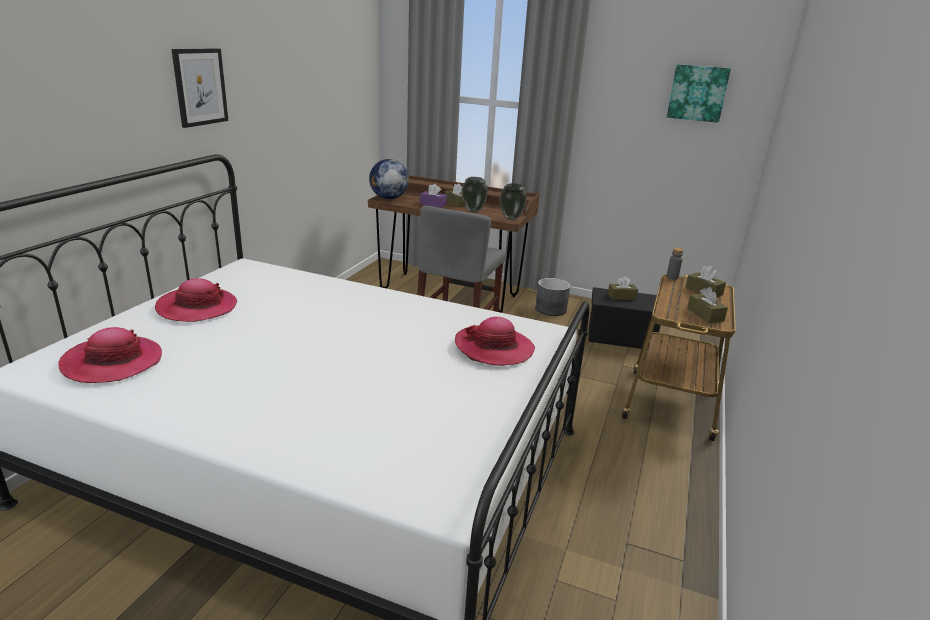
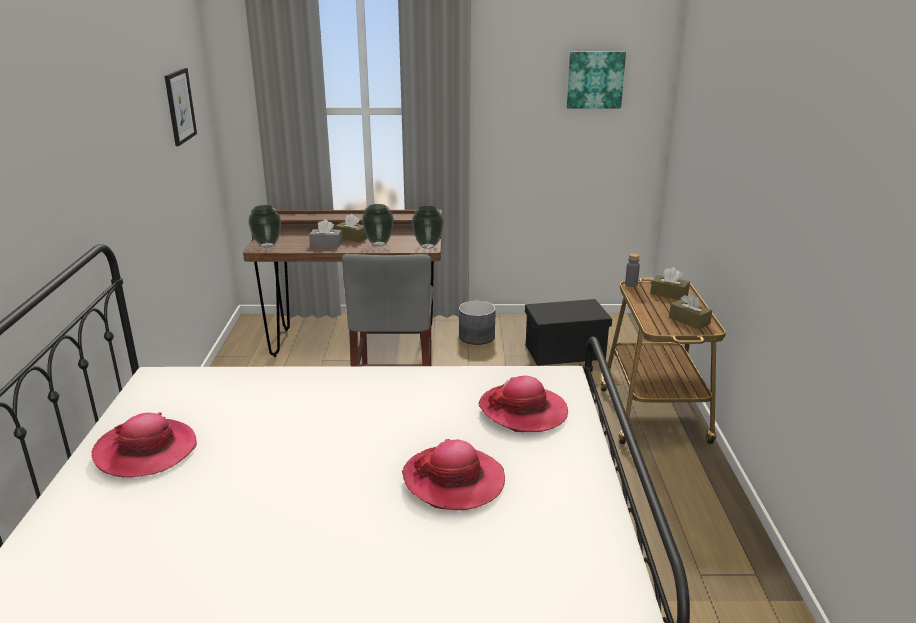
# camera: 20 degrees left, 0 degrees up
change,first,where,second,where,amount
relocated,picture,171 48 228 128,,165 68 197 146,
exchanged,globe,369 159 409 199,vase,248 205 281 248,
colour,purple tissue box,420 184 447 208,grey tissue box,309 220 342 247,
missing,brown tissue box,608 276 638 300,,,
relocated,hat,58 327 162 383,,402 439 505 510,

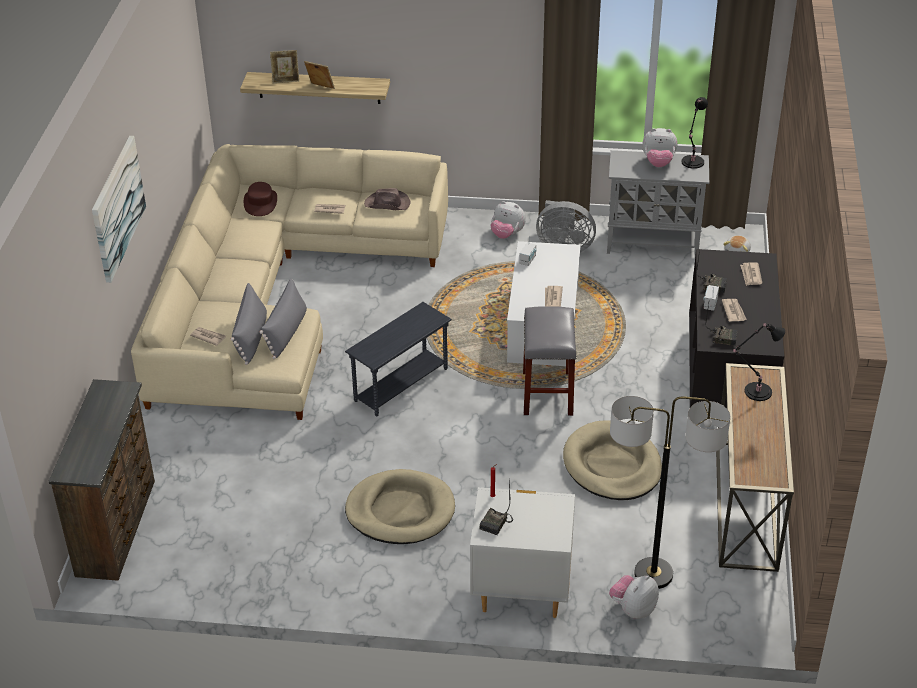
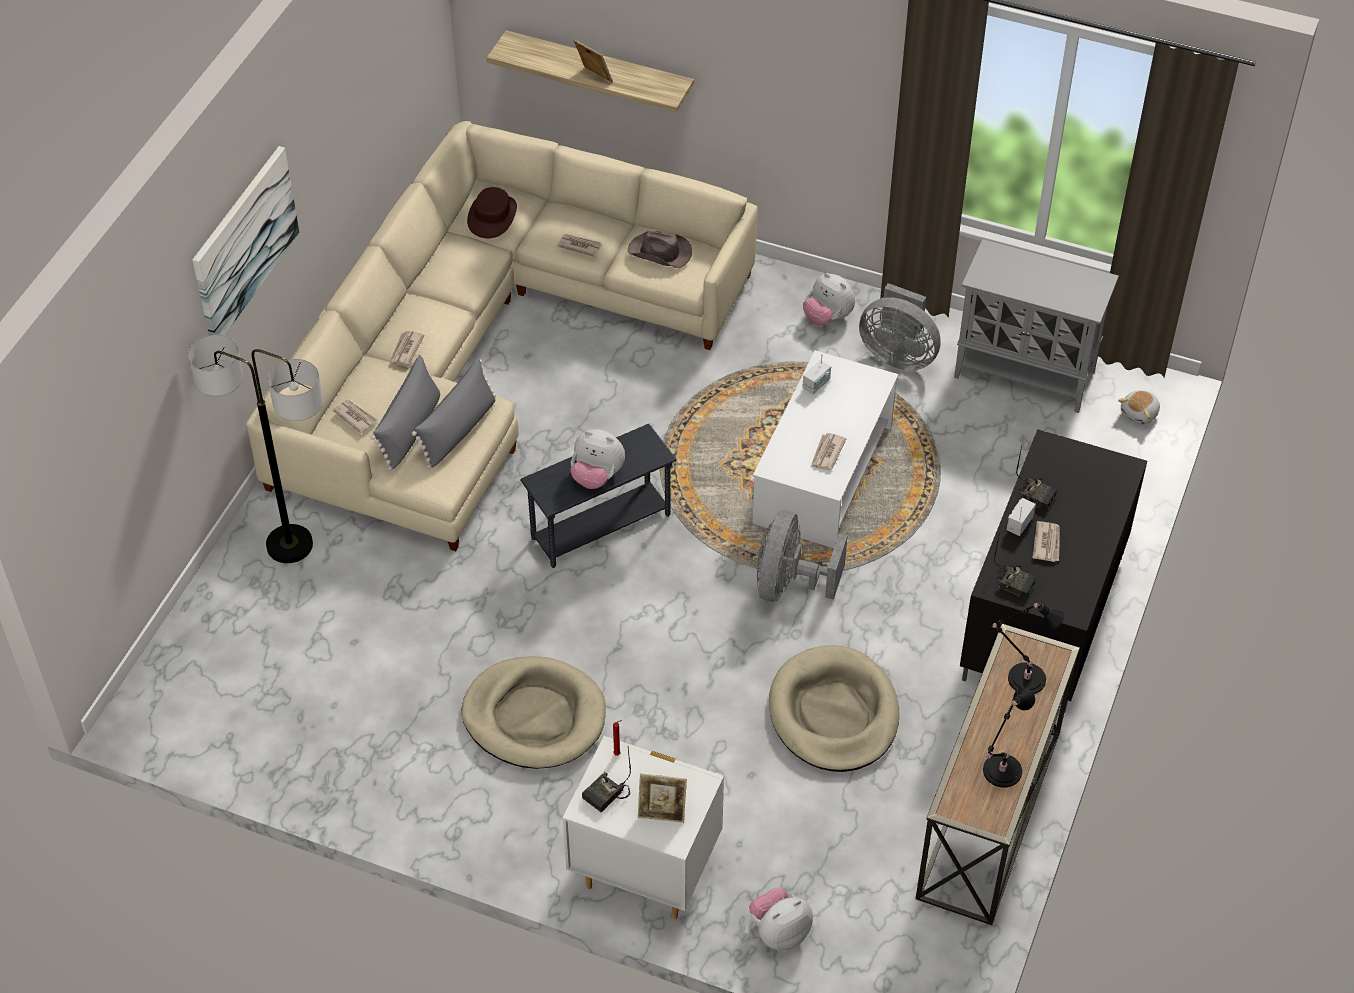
# camera: 15 degrees right, 10 degrees up
change,first,where,second,where,amount
relocated,picture frame,270 50 299 83,,638 774 687 823,
relocated,black table lamp,681 97 708 169,,983 688 1035 787,
relocated,plush toy,642 128 677 167,,571 429 625 489,
relocated,newspaper,740 263 762 286,,389 331 424 365,
exchanged,grey stool,523 306 576 416,grey fan,757 510 848 602,
missing,brown dresser,49 379 155 581,,,
relocated,floor lamp,610 396 731 589,,188 335 323 563,

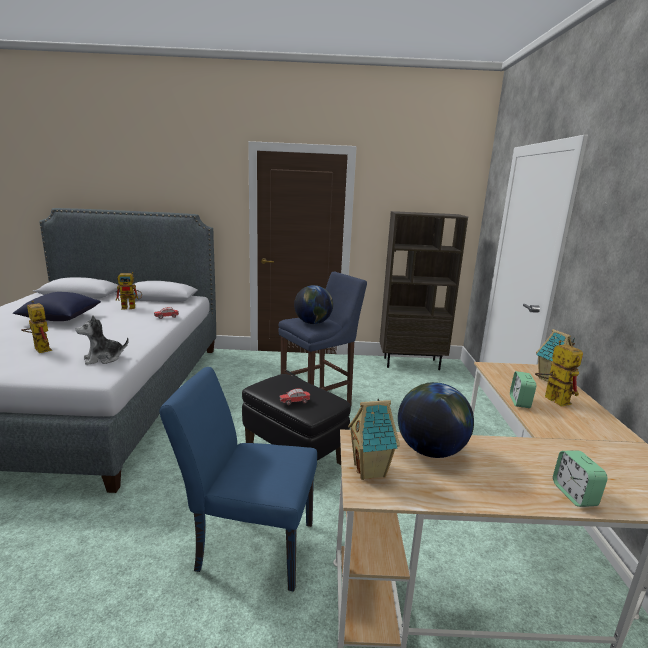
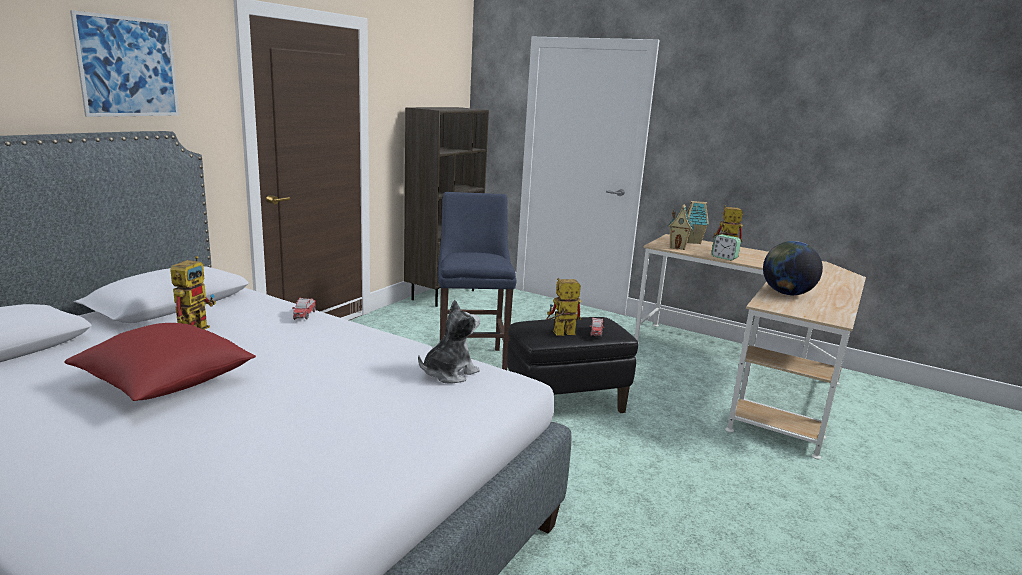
# camera: 60 degrees left, 0 degrees up
change,first,where,second,where,amount
missing,globe,294 285 333 324,,,
colour,blue pillow,13 292 101 321,red pillow,64 323 256 401,
relocated,toy robot,21 301 52 353,,546 278 581 336,
spun,plush toy,76 315 129 365,,418 300 480 384,135 degrees counterclockwise
missing,blue chair,159 367 317 592,,,
relocated,toy house,348 399 400 480,,668 204 694 250,
missing,alarm clock,553 451 608 507,,,
appeared,,,picture,70 10 179 117,

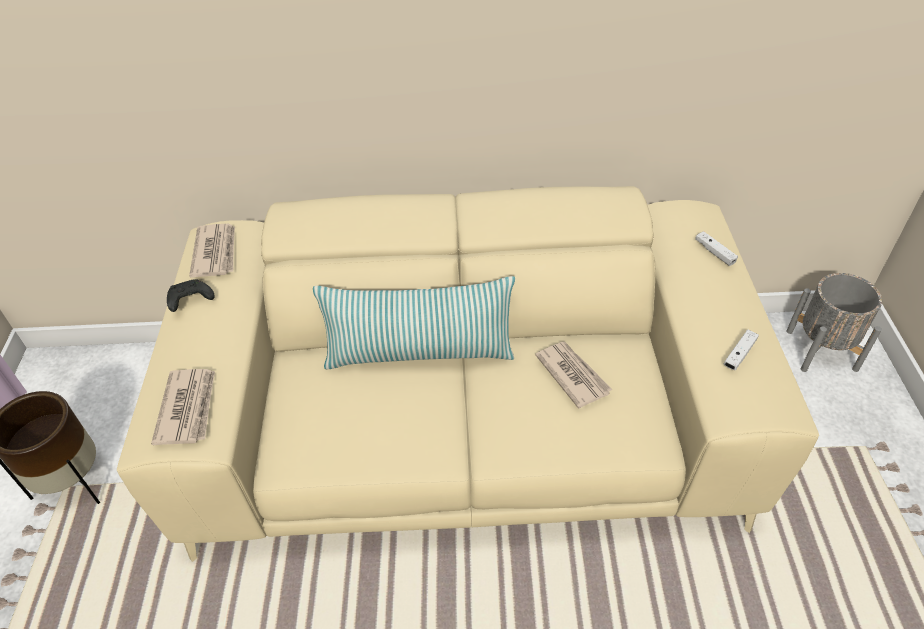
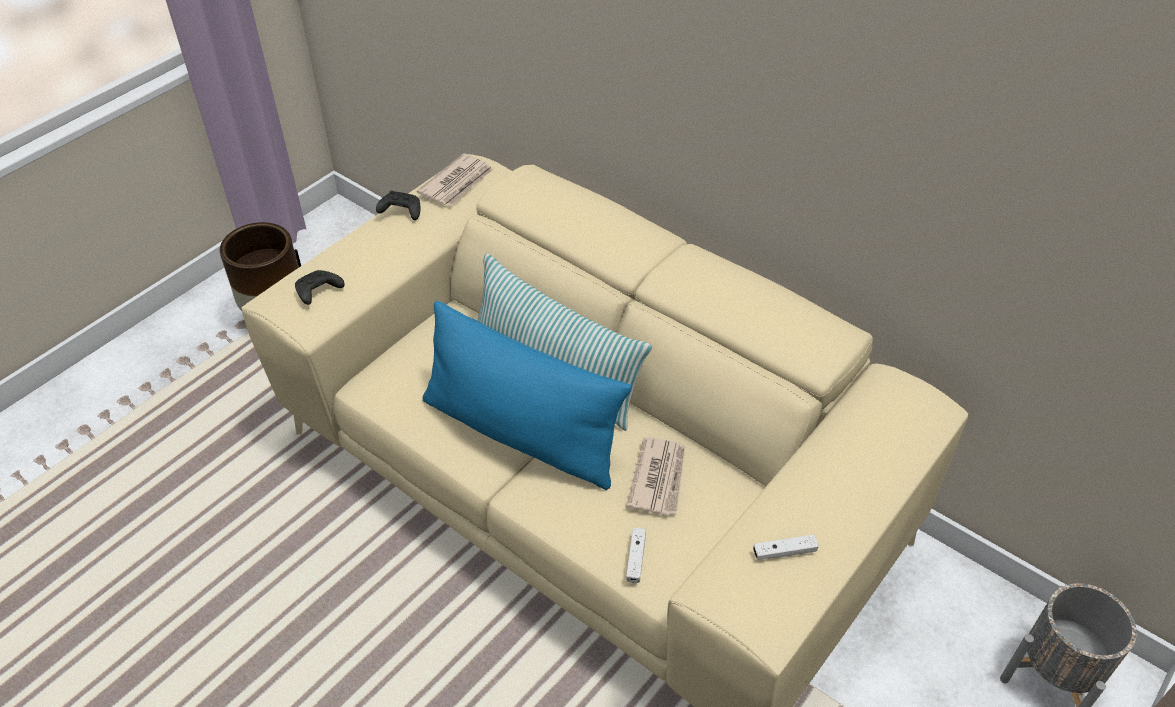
# camera: 40 degrees right, 0 degrees up
change,first,where,second,where,amount
relocated,white game controller,695 231 738 266,,626 528 646 583,
exchanged,newspaper,151 369 215 445,black game controller,295 270 345 305,
appeared,,,blue pillow,423 301 632 490,

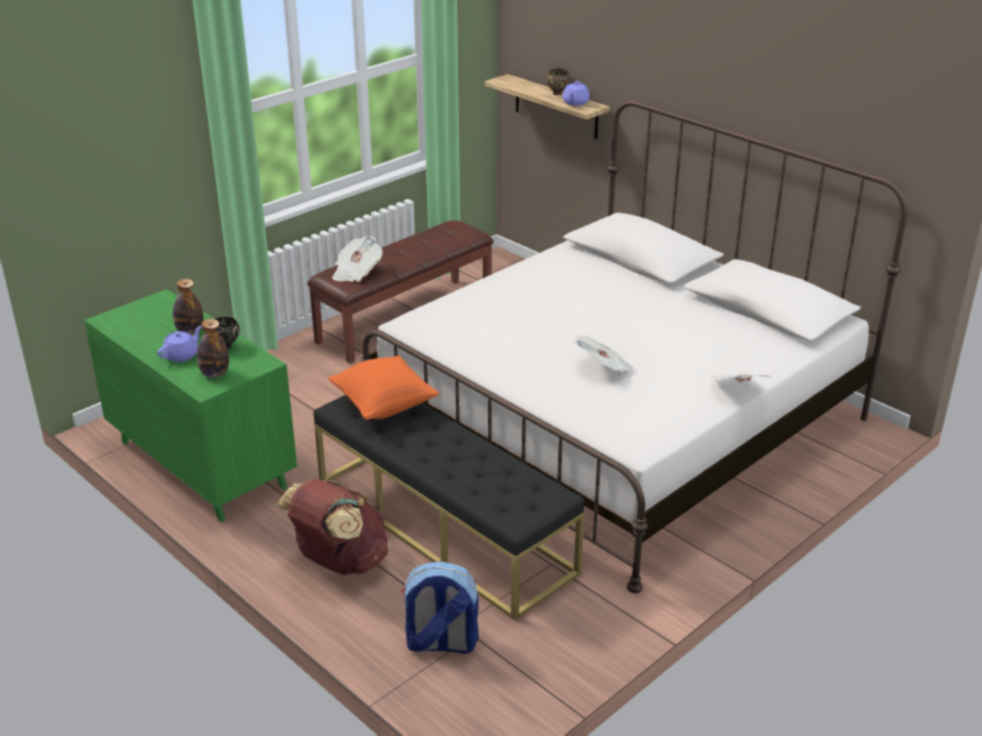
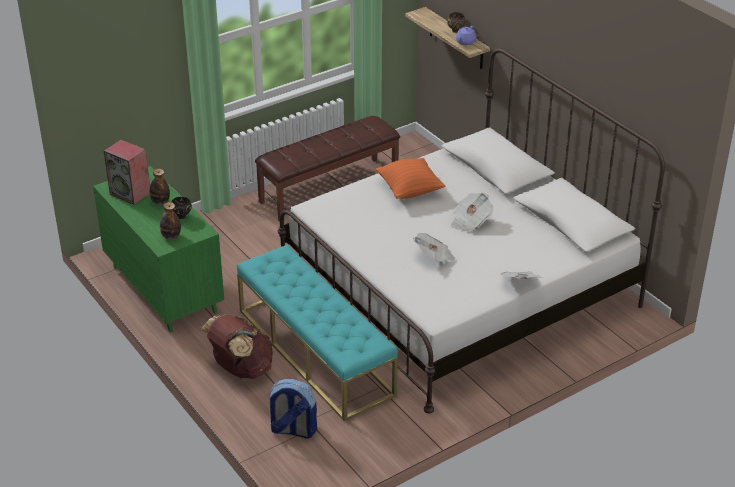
# camera: 10 degrees right, 5 degrees up
change,first,where,second,where,amount
relocated,newspaper,332 236 383 282,,451 193 493 232,
missing,purple teapot,158 326 202 362,,,
relocated,orange pillow,328 356 439 420,,376 158 445 199,
colour,black bench,314 395 585 620,turquoise bench,237 245 398 421,
appeared,,,speaker,104 140 150 205,

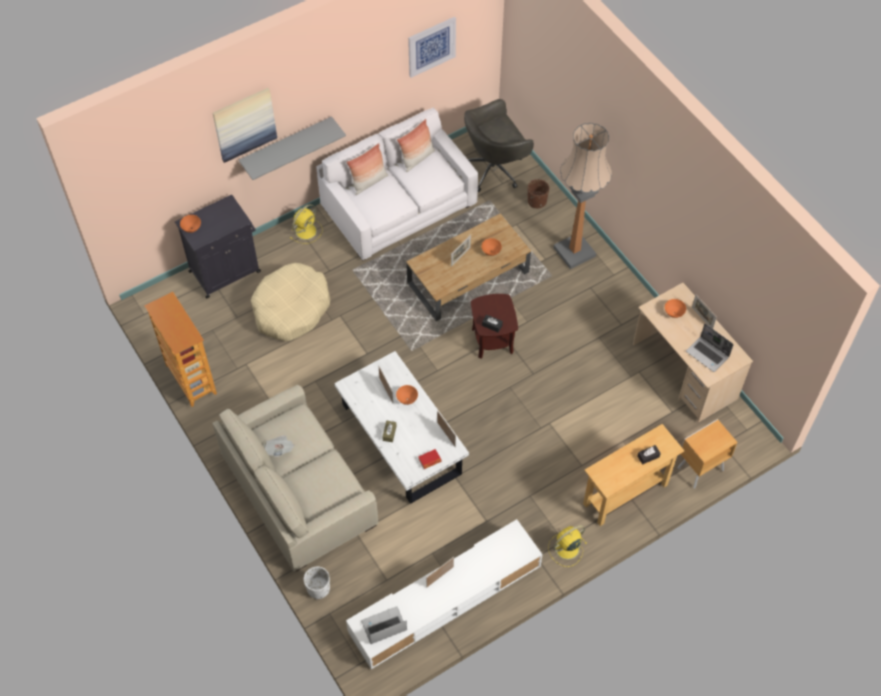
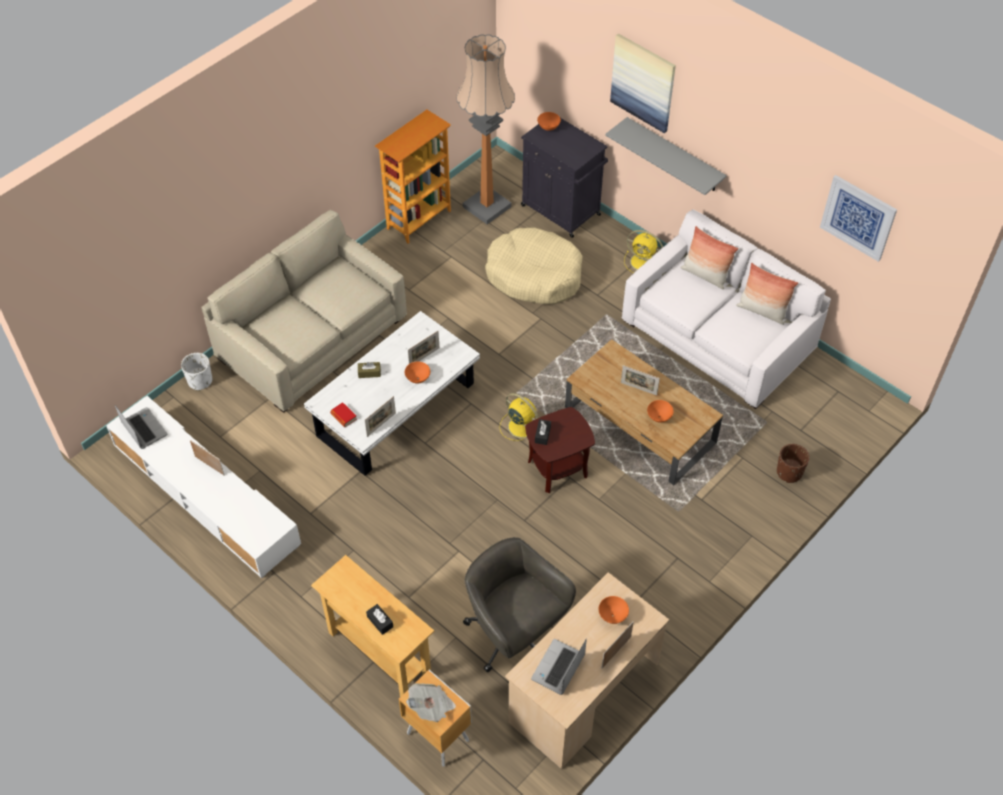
# camera: 75 degrees right, 5 degrees down
change,first,where,second,where,amount
relocated,grey office chair,464 99 534 192,,463 537 576 672,
relocated,floor lamp,553 123 612 269,,456 34 515 224,
relocated,newspaper,264 435 295 457,,406 683 456 722,
relocated,yellow fan,548 525 587 567,,499 393 539 441,

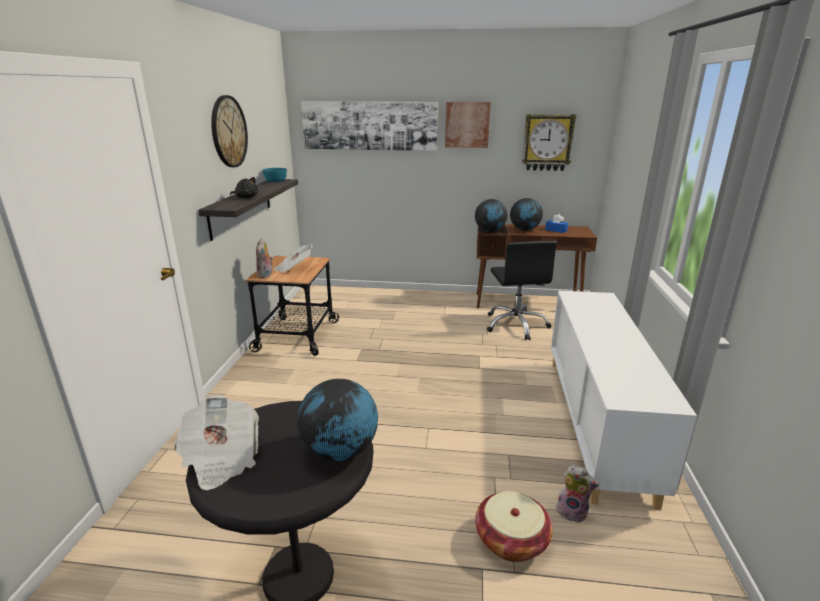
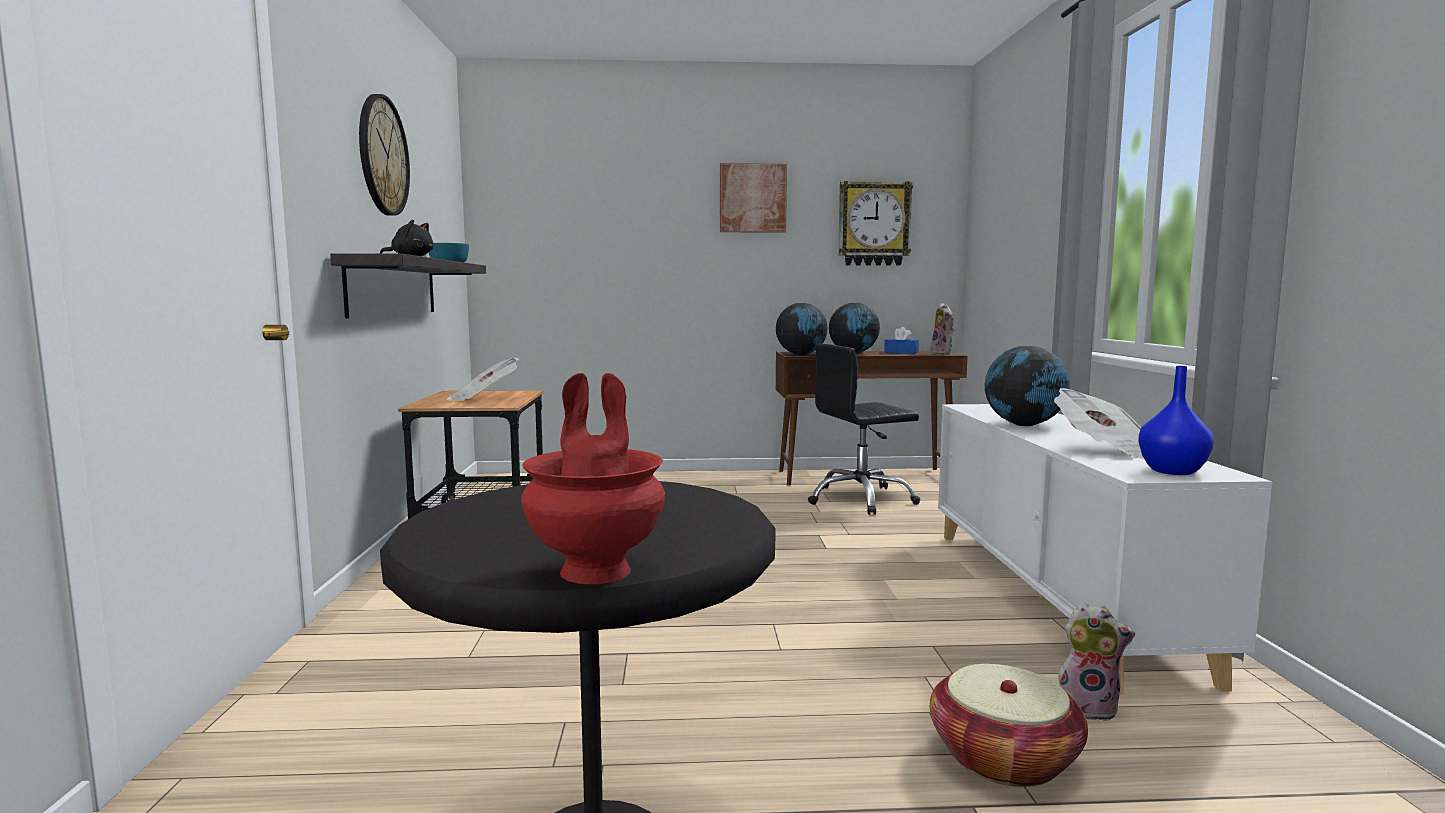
# camera: 10 degrees left, 15 degrees down
change,first,where,second,where,amount
missing,picture,301 102 438 151,,,
relocated,plush toy,256 238 273 278,,931 303 954 355,
spun,black office chair,487 241 557 340,,808 343 920 515,90 degrees clockwise
relocated,globe,297 379 378 461,,985 346 1070 426,
relocated,newspaper,174 395 259 490,,1054 388 1144 459,
appeared,,,blue vase,1138 366 1214 475,
appeared,,,red vase,521 373 665 584,

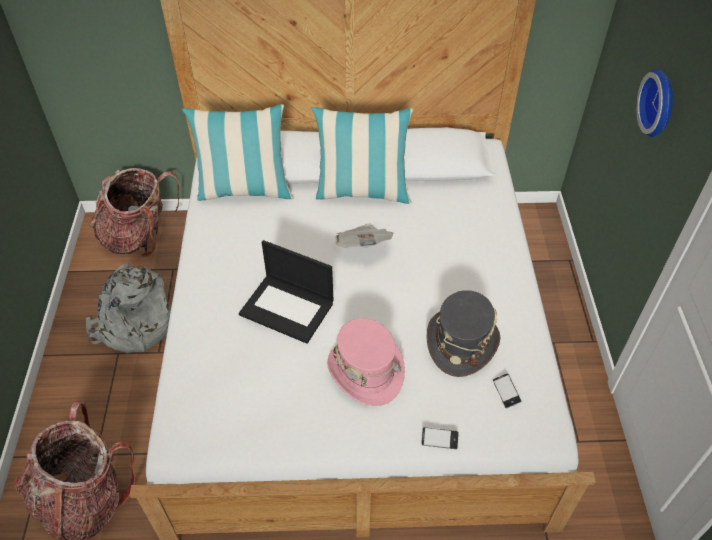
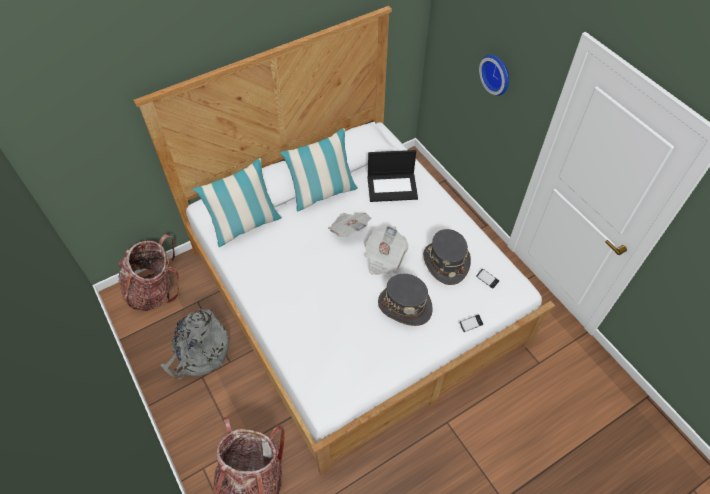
# camera: 30 degrees left, 5 degrees up
change,first,where,second,where,amount
relocated,laptop,239 240 333 344,,367 150 418 202,
colour,pink hat,327 318 405 406,grey hat,378 274 433 326,
appeared,,,newspaper,364 226 408 275,

